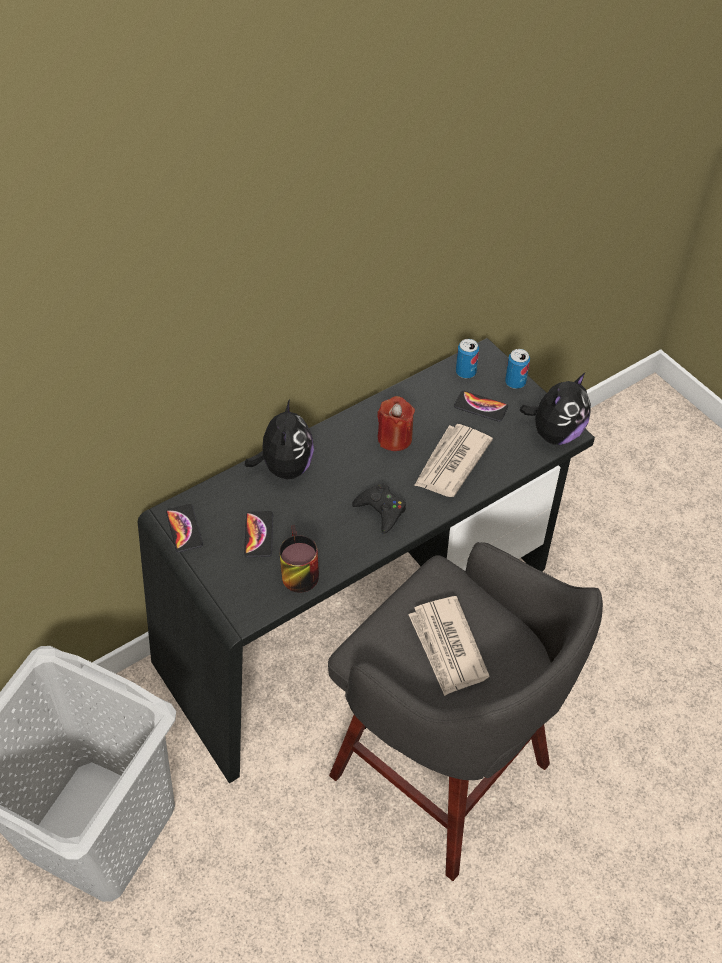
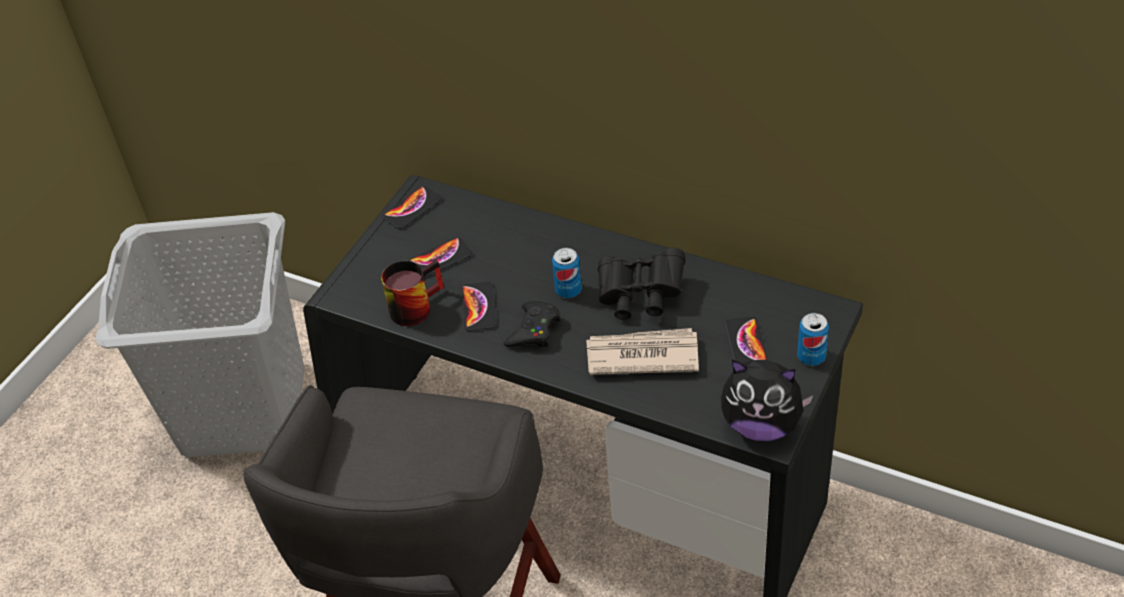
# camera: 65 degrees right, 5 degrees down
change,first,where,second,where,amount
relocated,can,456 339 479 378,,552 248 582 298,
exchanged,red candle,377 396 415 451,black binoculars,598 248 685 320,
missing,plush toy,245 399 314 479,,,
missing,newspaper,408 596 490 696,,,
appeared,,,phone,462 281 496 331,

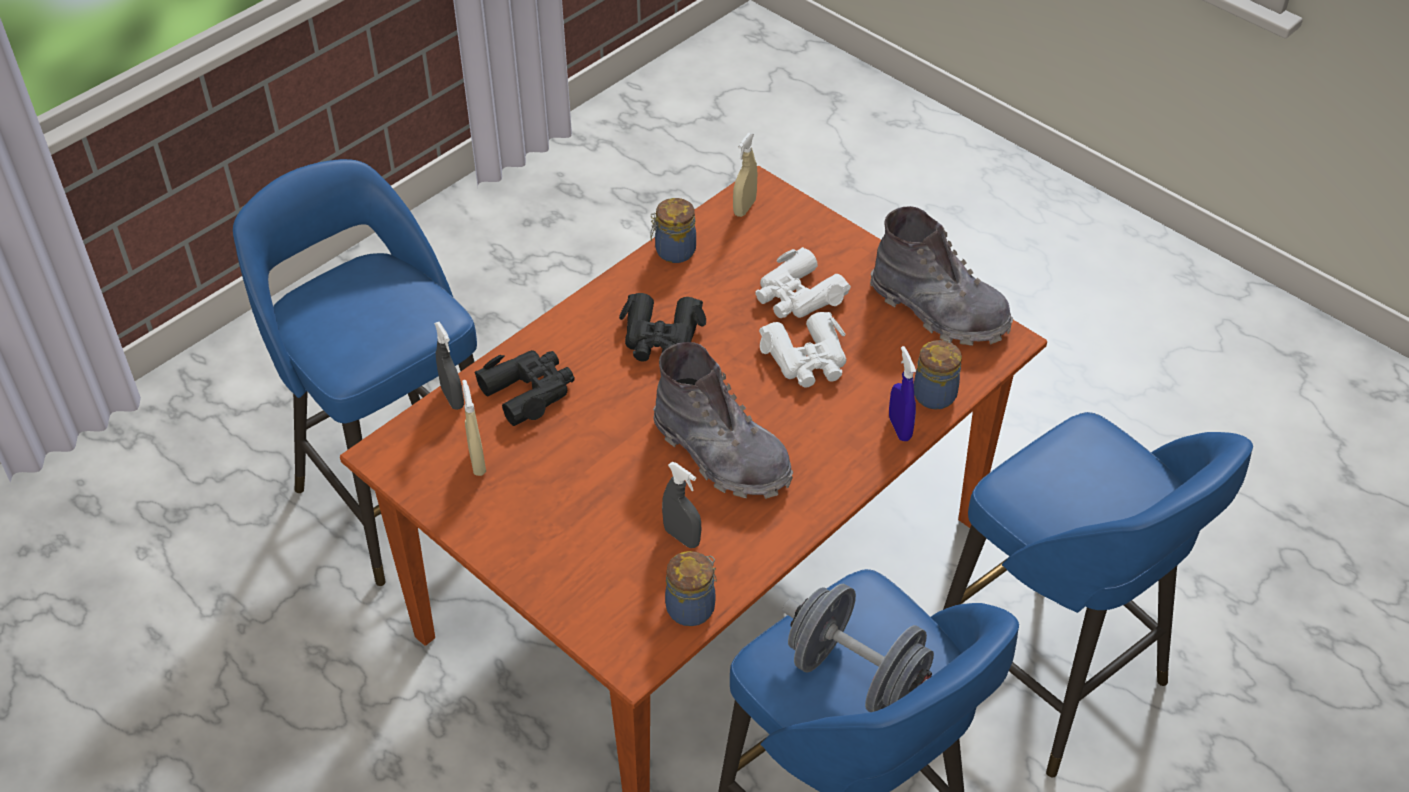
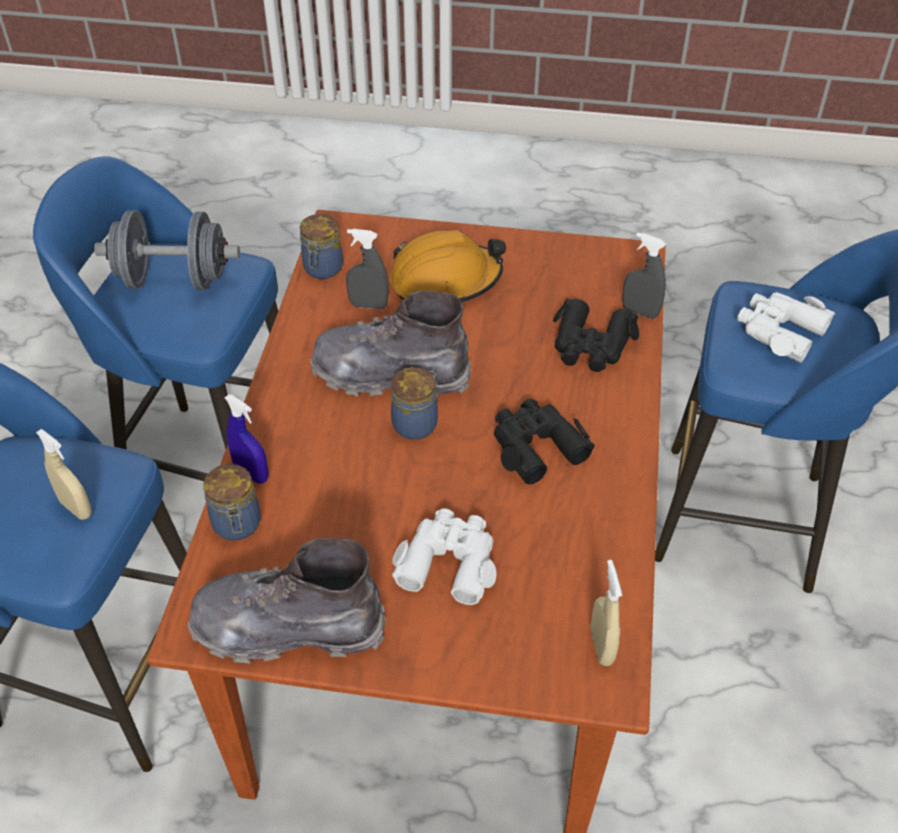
# camera: 145 degrees right, 0 degrees up
change,first,where,second,where,amount
relocated,jar,650 198 696 263,,391 367 438 440,
relocated,white binoculars,759 312 847 388,,737 292 835 363,
relocated,beige spray bottle,462 380 486 476,,36 429 92 520,
appeared,,,orange hard hat,390 230 506 302,

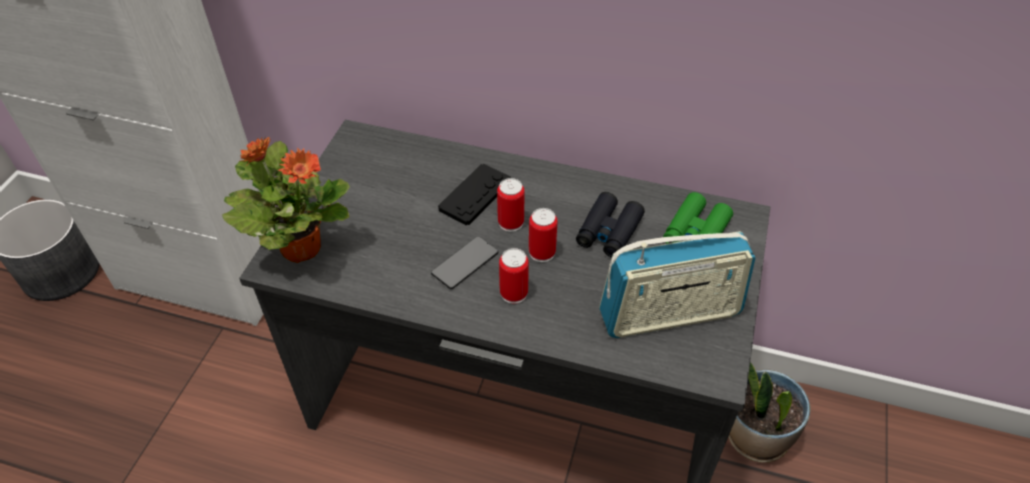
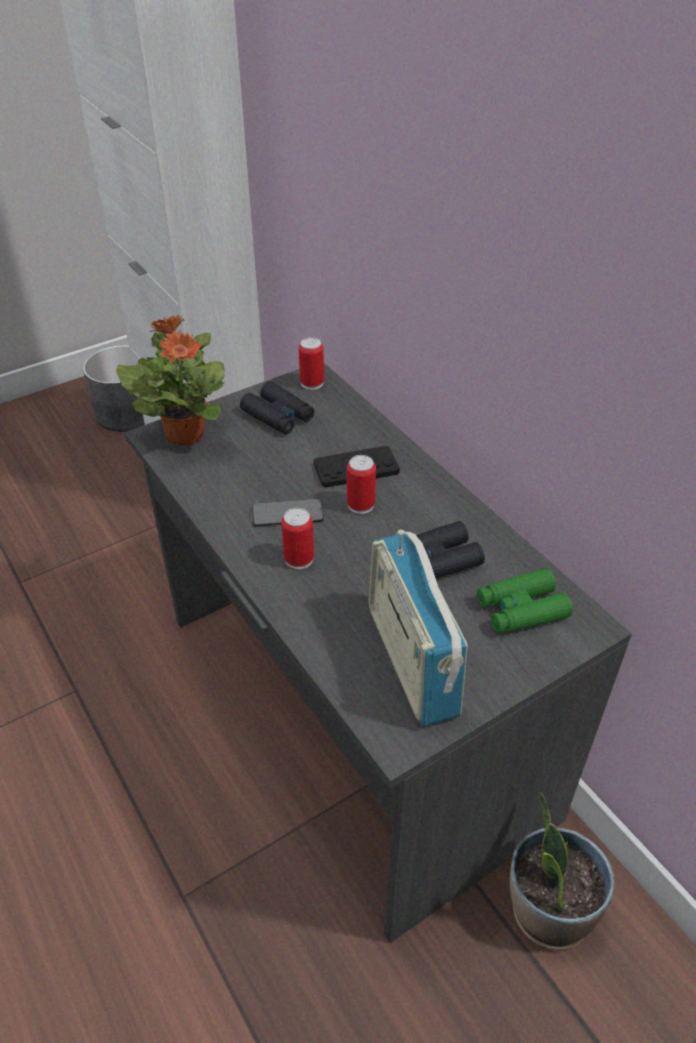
# camera: 40 degrees right, 5 degrees down
change,first,where,second,where,amount
relocated,can,529 208 558 262,,299 337 324 390,
spun,radio,599 231 755 338,,368 529 468 726,45 degrees clockwise
appeared,,,black binoculars,240 381 314 434,

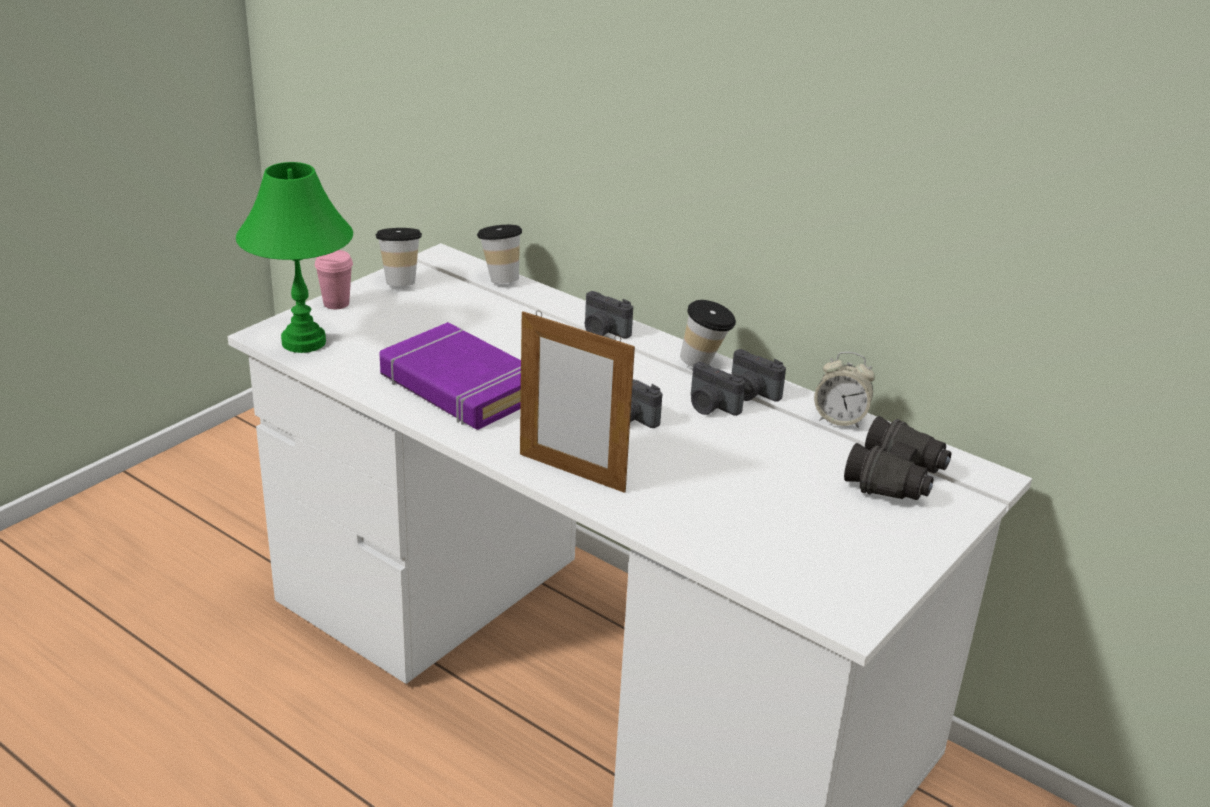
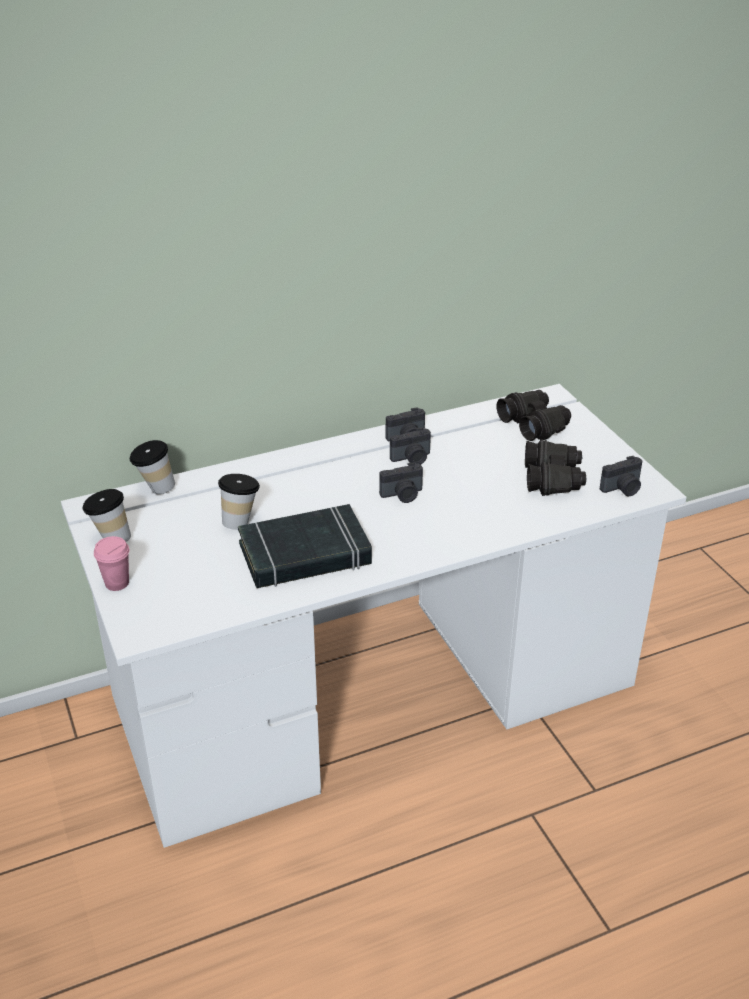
# camera: 60 degrees left, 5 degrees up
change,first,where,second,where,amount
missing,green table lamp,236 162 353 353,,,
relocated,photo camera,585 291 633 339,,600 456 642 497,
relocated,cup,680 300 736 367,,218 474 260 530,
missing,picture frame,520 311 635 493,,,
colour,purple book,380 322 521 430,black book,238 504 372 588,
missing,alarm clock,814 352 875 428,,,
appeared,,,black binoculars,525 439 587 496,

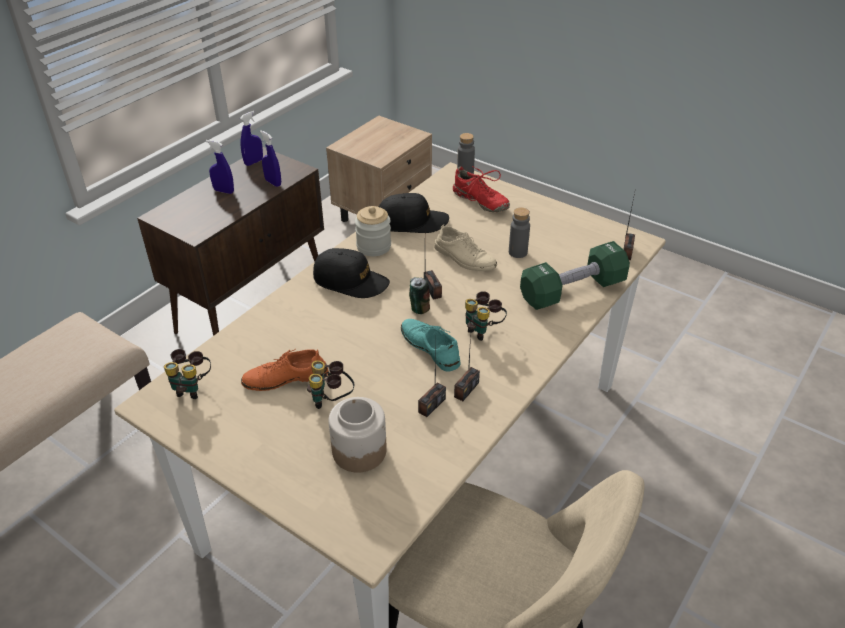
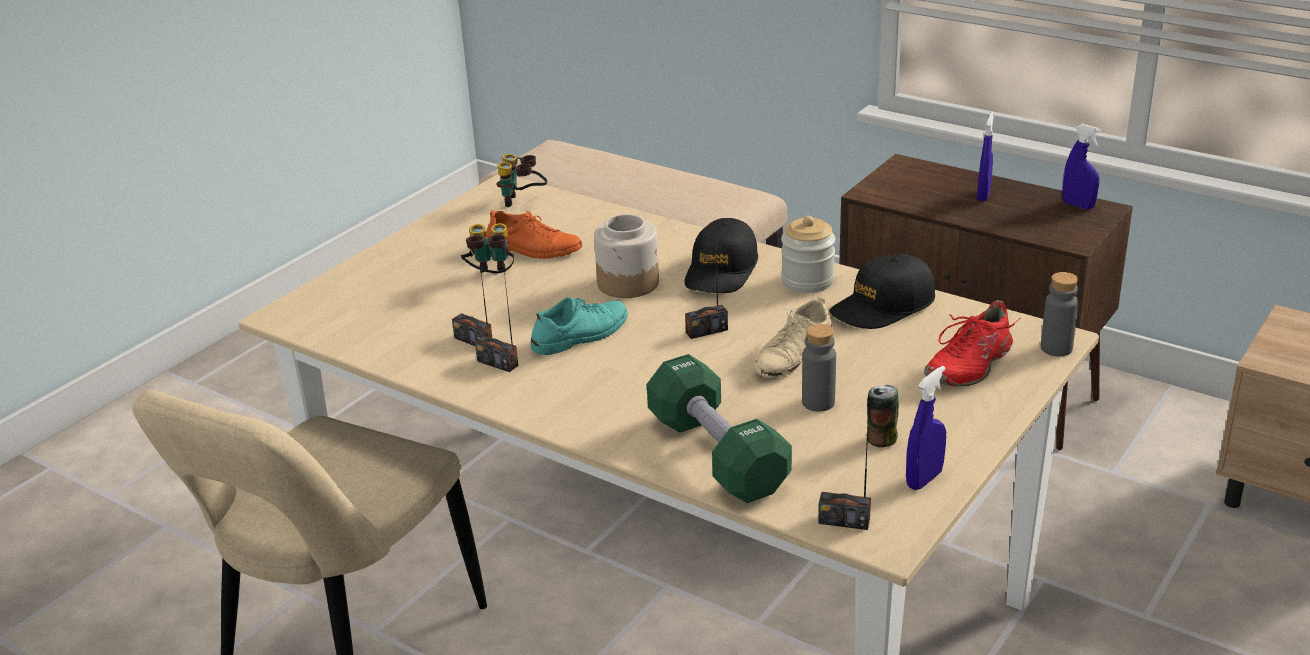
# camera: 90 degrees right, 10 degrees down
change,first,where,second,where,amount
relocated,blue spray bottle,260 130 281 187,,906 366 946 490,
spun,black cap,379 193 449 233,,829 254 935 329,60 degrees clockwise
relocated,can,409 277 430 314,,867 385 899 448,
missing,binoculars,465 291 507 341,,,
spun,orange shoe,241 349 328 391,,485 210 582 259,120 degrees clockwise
relocated,jar,329 397 387 473,,594 214 659 298,

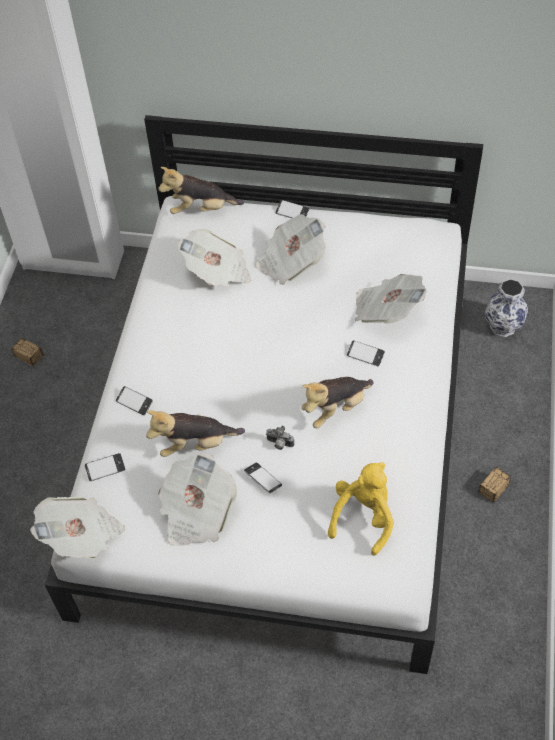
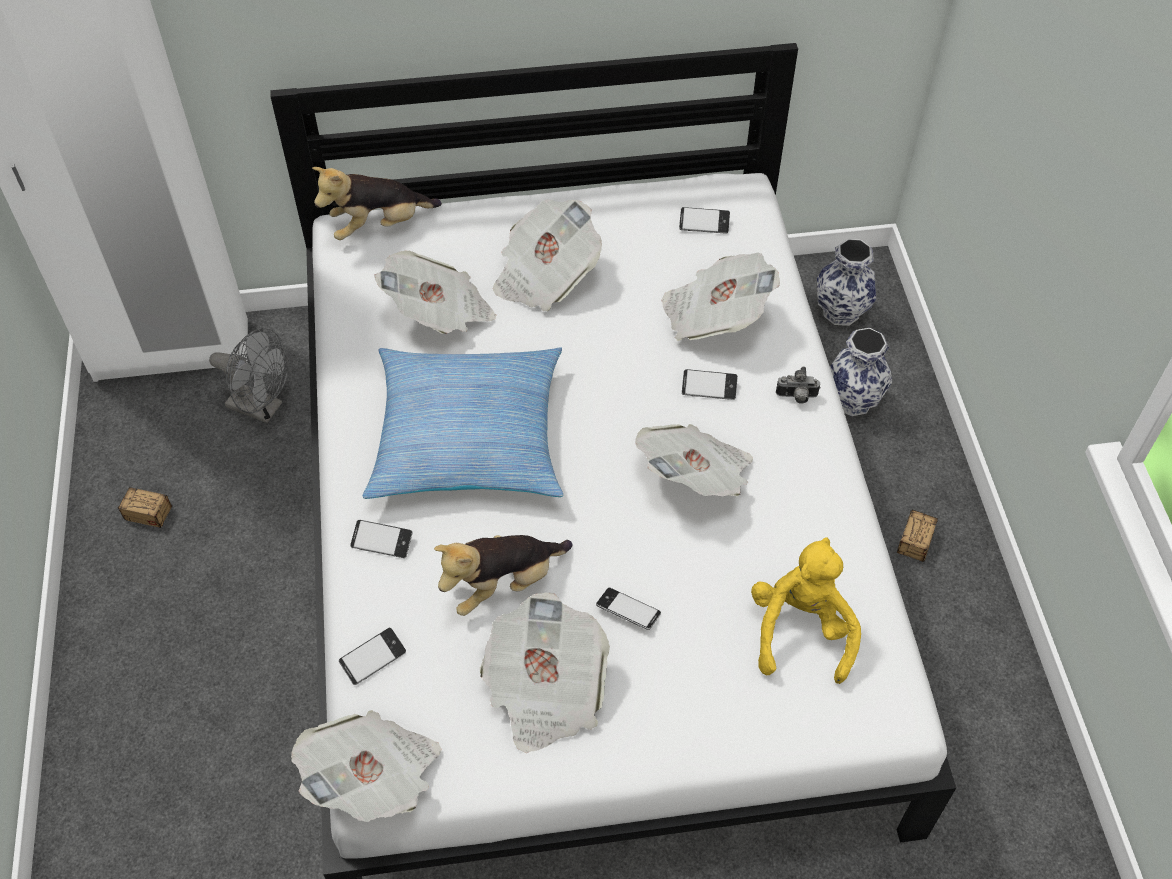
# camera: 20 degrees left, 0 degrees up
change,first,where,second,where,amount
relocated,phone,276 200 309 219,,679 207 730 234,
exchanged,plush toy,301 377 374 428,newspaper,635 424 753 497,
relocated,photo camera,266 426 294 450,,776 367 821 404,
appeared,,,grey fan,209 327 288 423,
appeared,,,vase,830 328 892 416,
appeared,,,pillow,363 347 563 499,

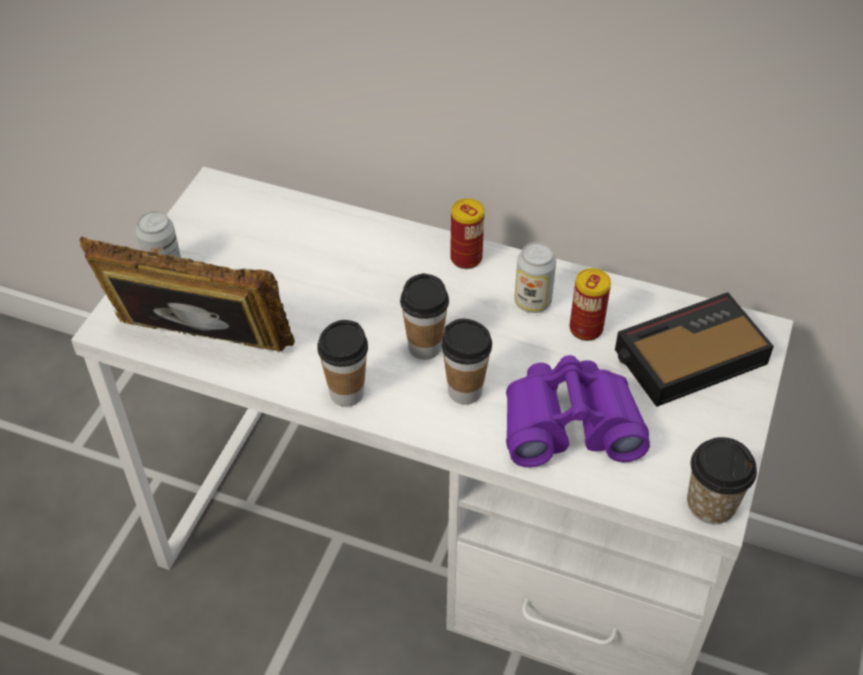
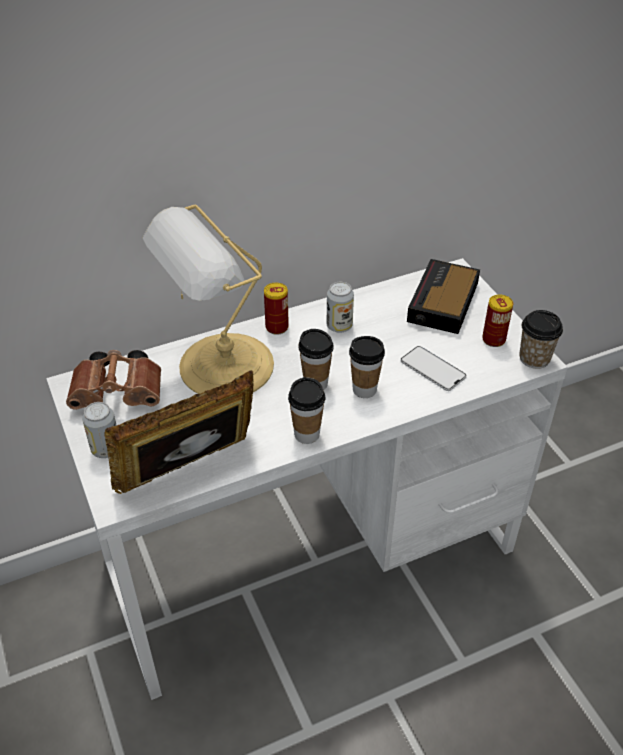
# camera: 45 degrees left, 5 degrees down
change,first,where,second,where,amount
relocated,can,569 268 611 341,,482 294 513 347,
exchanged,purple binoculars,506 355 650 467,phone,400 346 467 391,
appeared,,,table lamp,143 205 274 394,
appeared,,,brown binoculars,66 350 161 410,

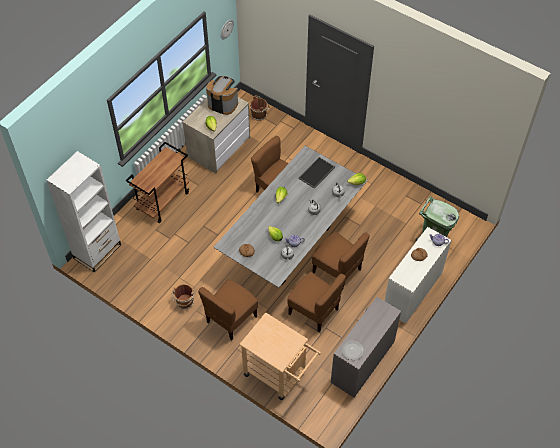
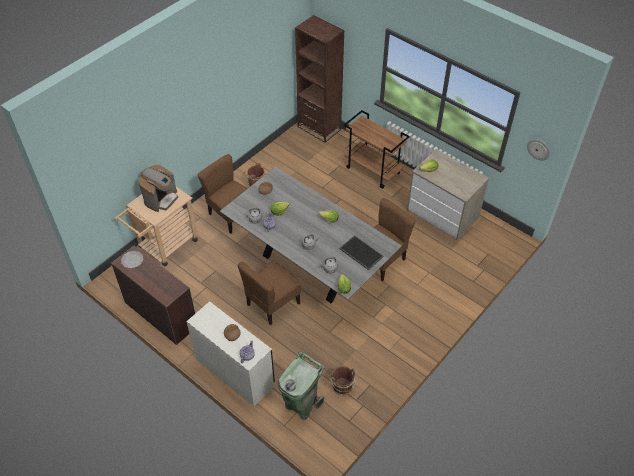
# camera: 95 degrees right, 5 degrees down
change,first,where,second,where,amount
relocated,coffee machine,206 76 238 115,,138 165 178 212,
relocated,brown bucket,249 95 269 121,,331 366 357 395,
colour,white bookcase,47 151 121 273,brown bookcase,295 15 345 143,
missing,brown chair,287 272 346 332,,,
colour,grey desk,331 297 401 398,brown desk,111 246 195 345,

